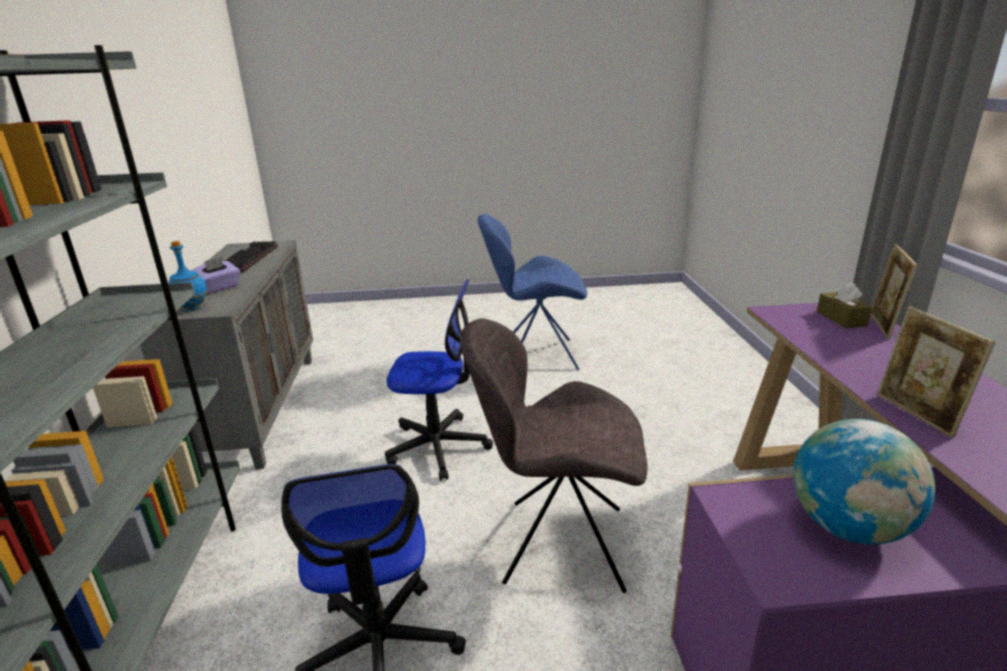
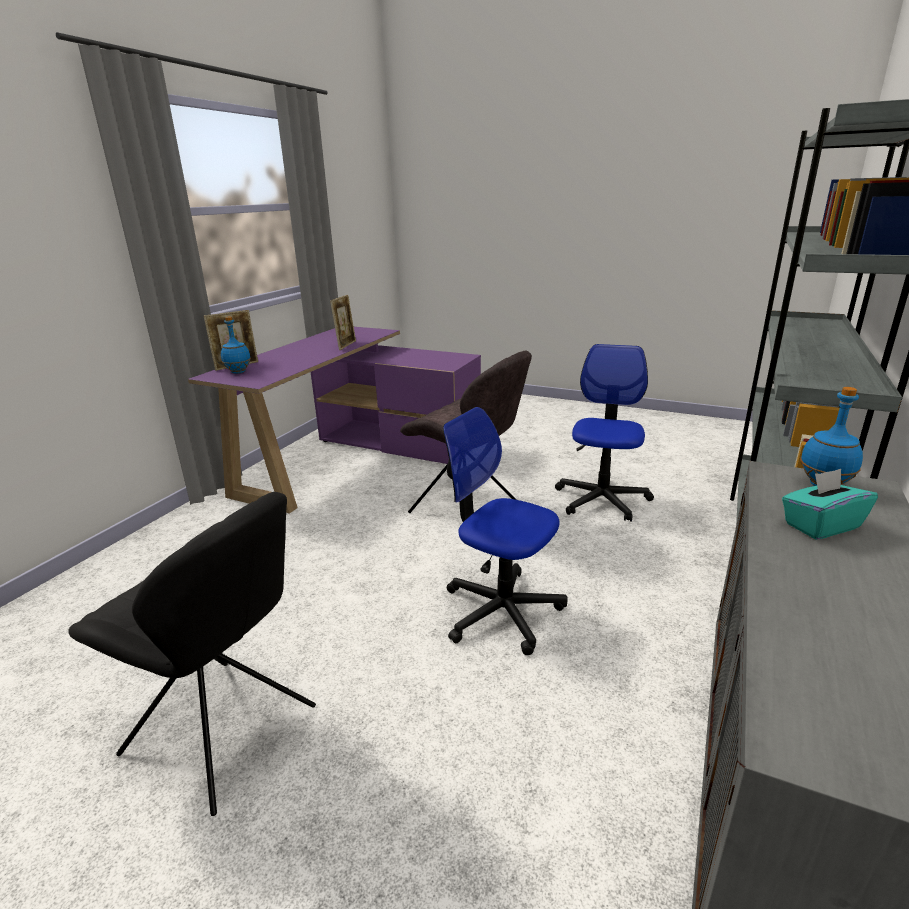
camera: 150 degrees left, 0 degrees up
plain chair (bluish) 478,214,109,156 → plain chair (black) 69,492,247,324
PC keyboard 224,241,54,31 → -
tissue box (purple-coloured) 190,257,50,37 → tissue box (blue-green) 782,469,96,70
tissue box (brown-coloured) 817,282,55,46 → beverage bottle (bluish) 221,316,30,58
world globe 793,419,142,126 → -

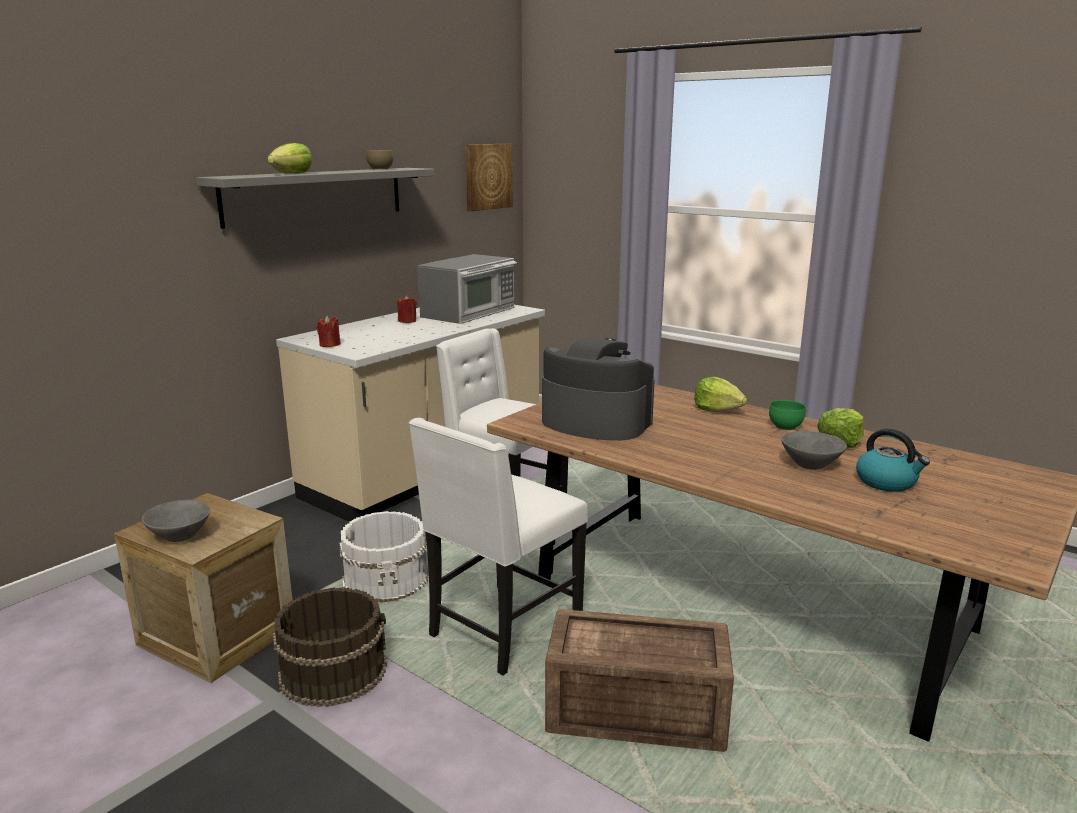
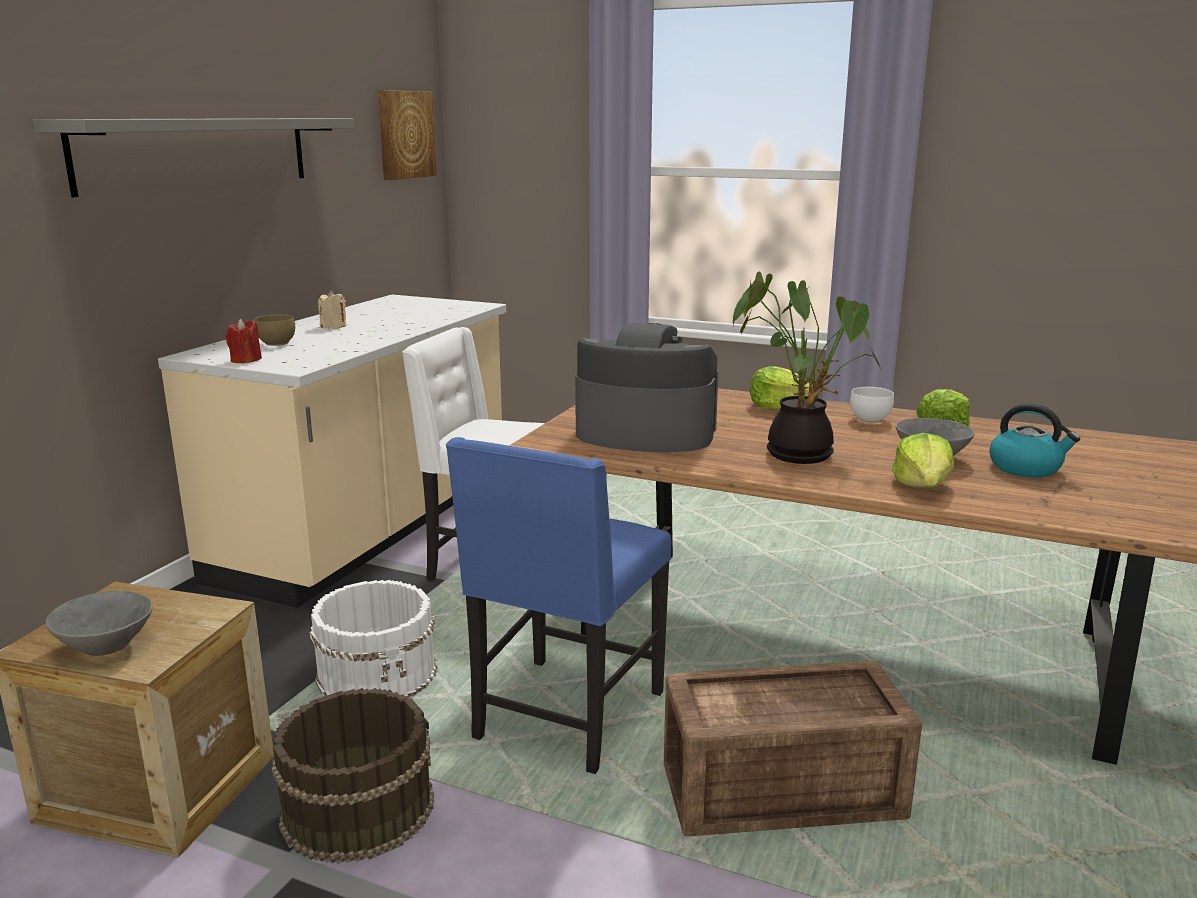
camera: 15 degrees left, 0 degrees up
lettuce head 268,143,44,31 → lettuce head 892,433,62,55, shifted
deep dish (brown-coloured) 366,150,28,20 → deep dish (brown-coloured) 255,314,40,32, shifted
microwave 418,254,99,70 → -
wax light (red) 397,295,20,28 → wax light (beige) 318,290,28,38
deep dish (green-coloured) 769,400,36,30 → deep dish (whitish) 850,387,44,36
plain chair (whitish) 409,418,179,257 → plain chair (bluish) 446,437,225,337
- → plant in a pot 733,271,149,193

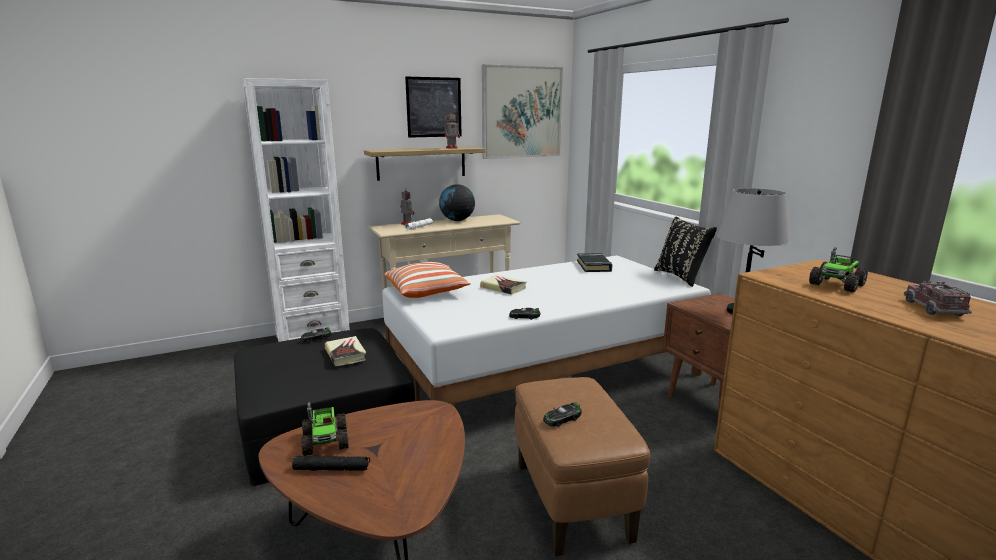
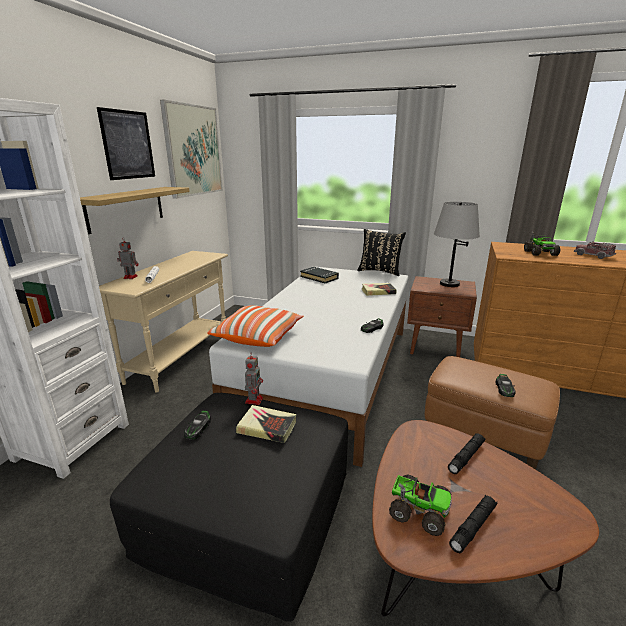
camera: 45 degrees left, 5 degrees up
toy robot 444,112,16,37 → toy robot 245,352,18,53, shifted
world globe 439,184,36,37 → -
volume 480,275,47,20 → volume 362,283,35,13, shifted
- → torch (black) 448,433,38,41

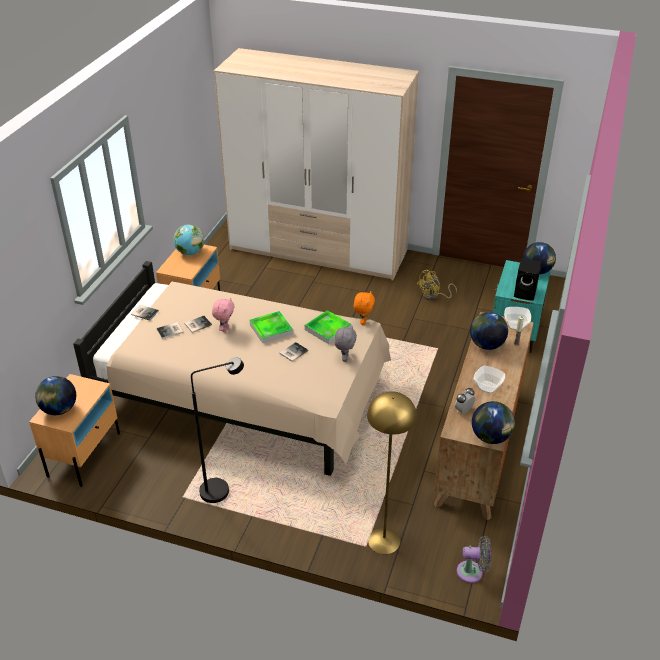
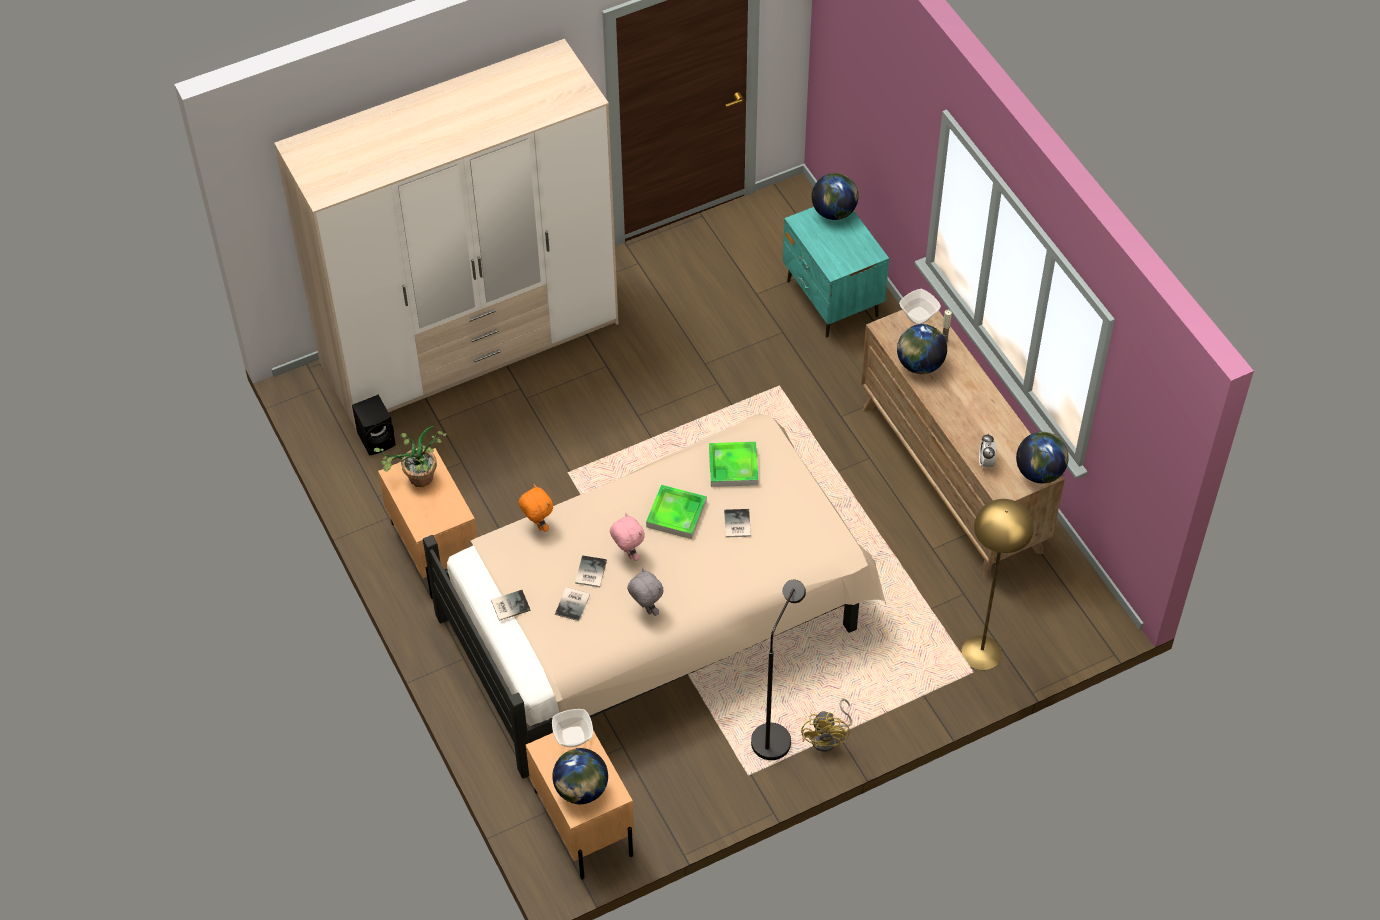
camera: 45 degrees left, 15 degrees up
world globe 173,224,31,31 → plant in a pot 374,426,72,61
loudspeaker (black) 514,258,27,43 → loudspeaker (black) 352,395,44,61, shifted
fan (yellow-coloured) 417,270,40,30 → fan (yellow-coloured) 801,699,51,53, shifted
cuddly toy (orange-coloured) 354,292,21,33 → cuddly toy (orange-coloured) 518,484,35,48, shifted
cuddly toy (greyish) 335,326,22,36 → cuddly toy (greyish) 627,568,37,48, shifted
deep dish 474,366,31,28 → deep dish 552,709,41,38, shifted
fan (greyish) 457,536,35,47 → -

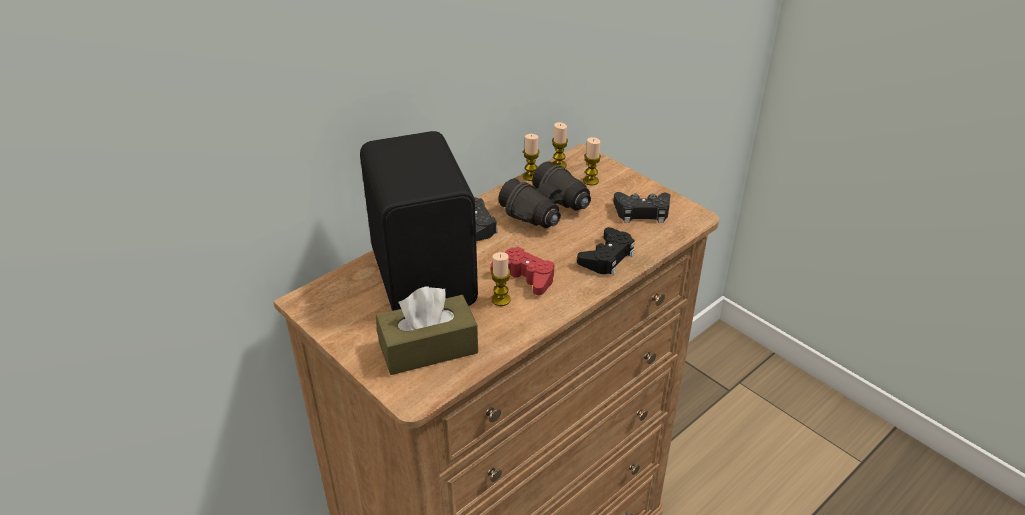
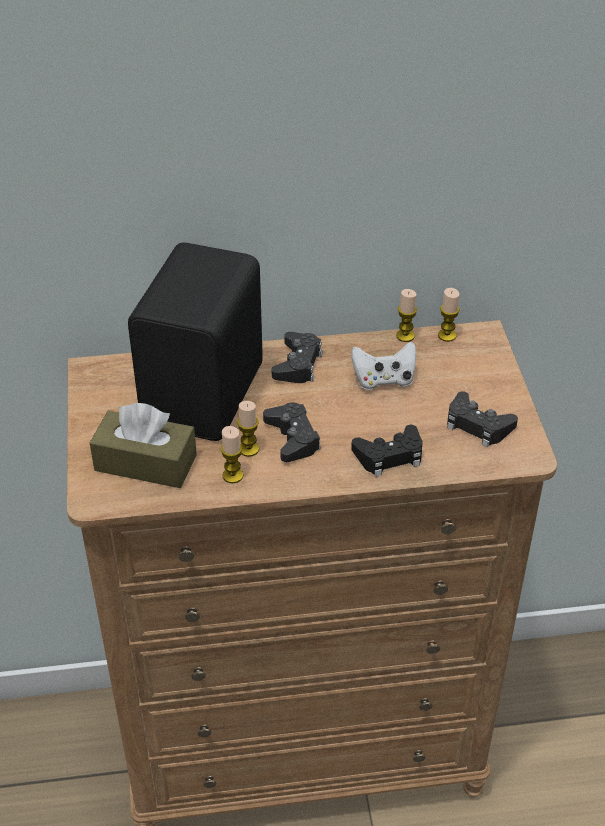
camera: 35 degrees right, 5 degrees up
wax light 583,137,18,48 → wax light 221,426,22,57, shifted
pair of binoculars (black) 498,161,93,67 → game controller (whitish) 351,342,65,48
game controller (red) 491,247,63,48 → game controller (black) 263,403,58,59

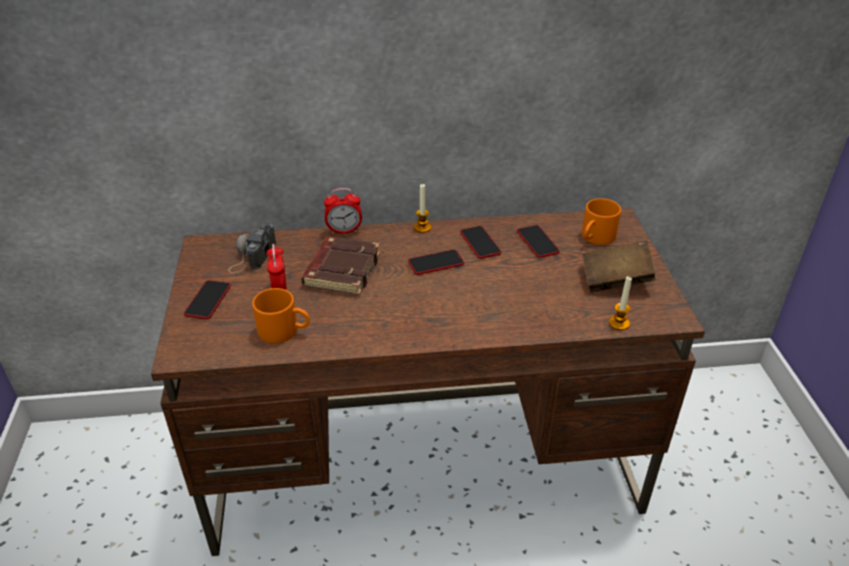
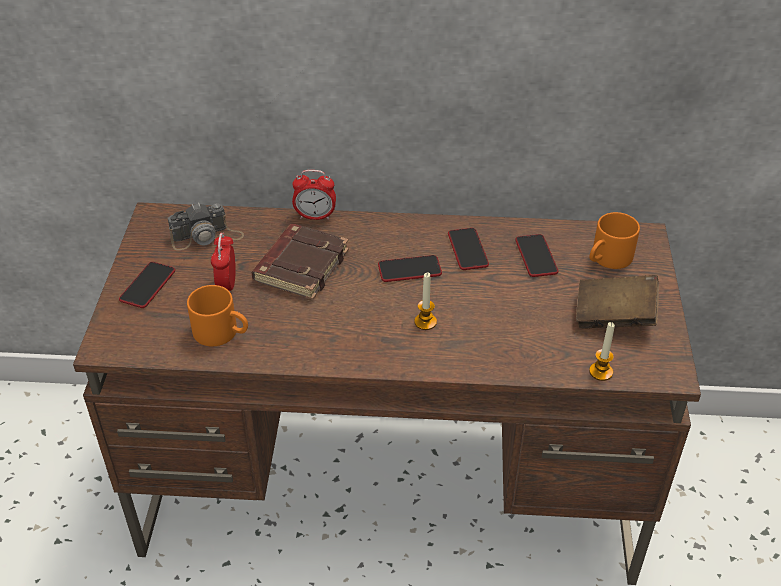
camera: 10 degrees right, 5 degrees up
wax light 414,184,17,49 → wax light 414,272,23,58, shifted
still camera 228,223,48,51 → still camera 168,203,76,47, 135 degrees counterclockwise

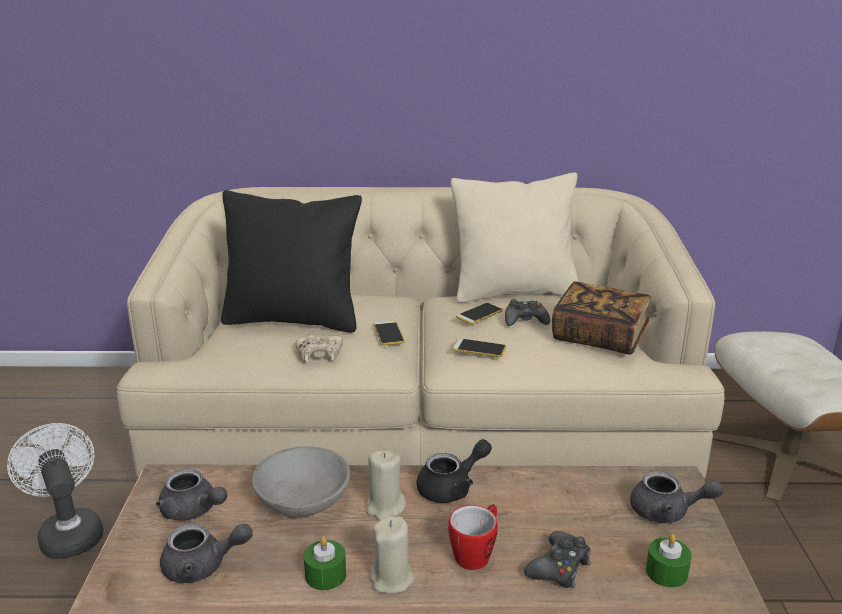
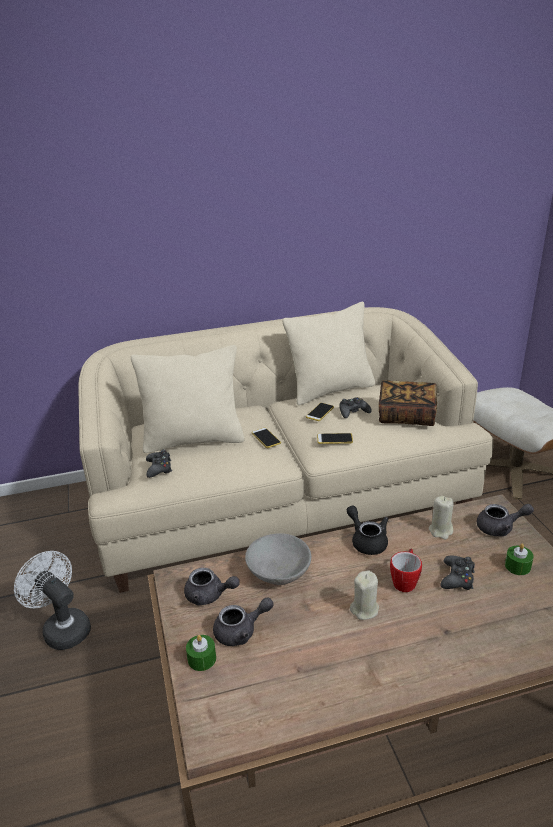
camera: 15 degrees left, 5 degrees up
throw pillow (black) 221,190,141,142 → throw pillow (beige) 131,345,114,108
game controller (beige) 295,335,48,27 → -
pot for tea (black) 416,439,76,64 → pot for tea (black) 347,505,41,50, 75 degrees counterclockwise
wax light (beige) 366,450,40,71 → wax light (beige) 429,496,25,43, shifted
wax light (green-coloured) 304,536,42,54 → wax light (green-coloured) 186,635,30,36, shifted
- → game controller (black) 146,449,26,29

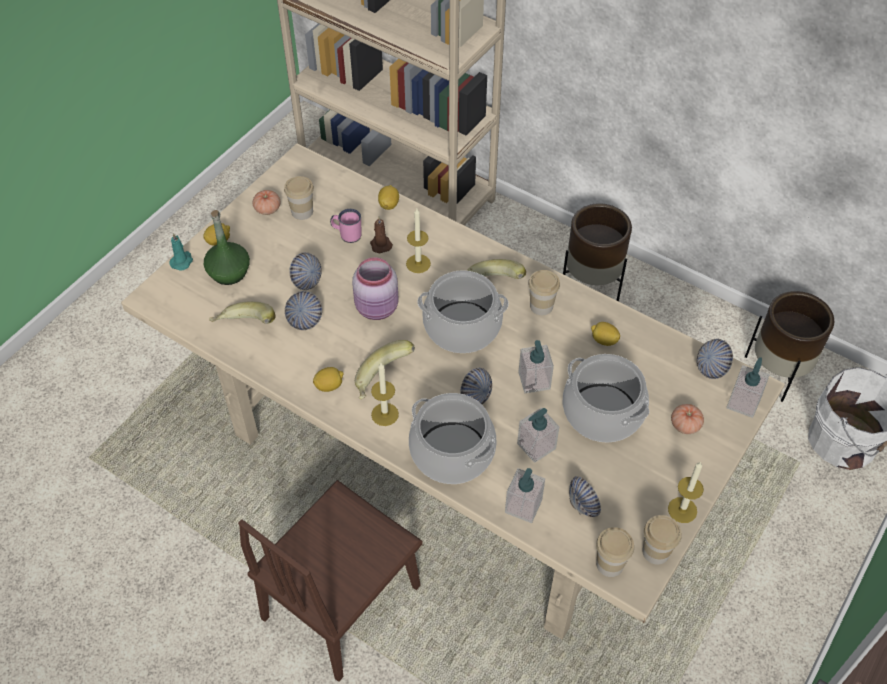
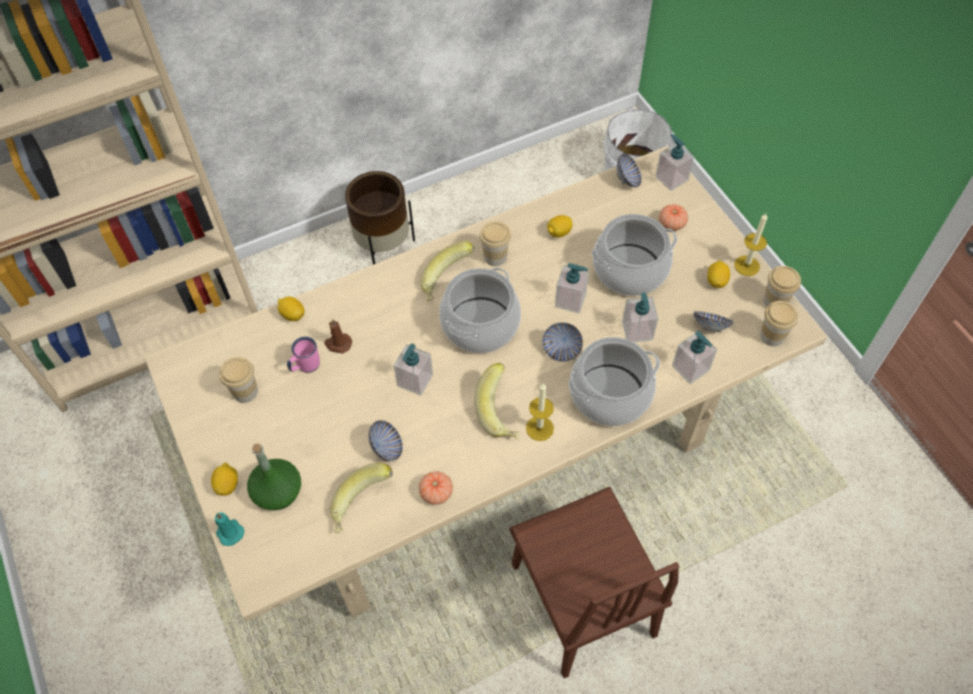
camera: 60 degrees left, 5 degrees up
tomato 253,190,27,25 → tomato 419,471,34,34, shifted
wax light 406,208,25,65 → -
deep dish 289,252,33,38 → -
preserve jar (pink-coloured) 352,257,46,63 → liquid soap bottle 394,343,39,53
flower pot (brown-coloured) 745,291,89,111 → -
citrus fruit 313,367,31,25 → citrus fruit 707,260,23,28, shifted

